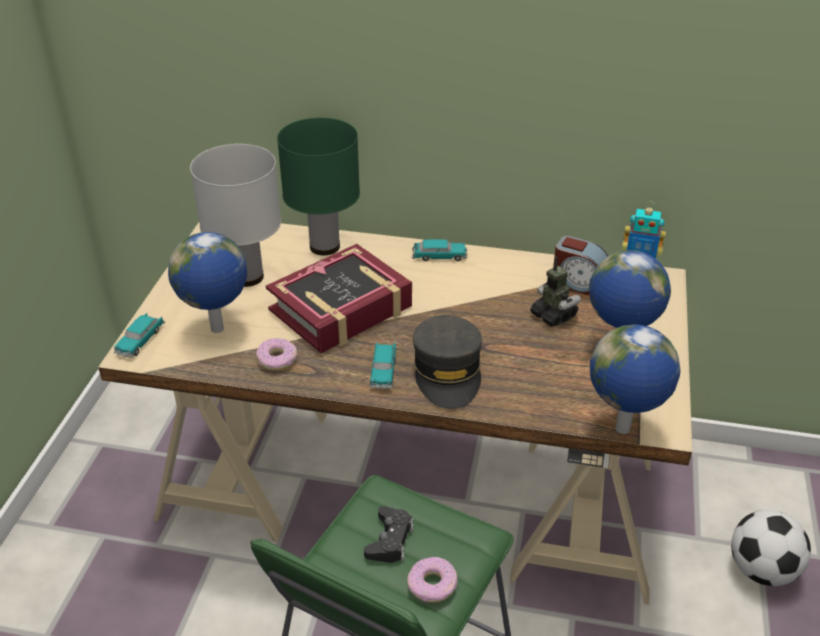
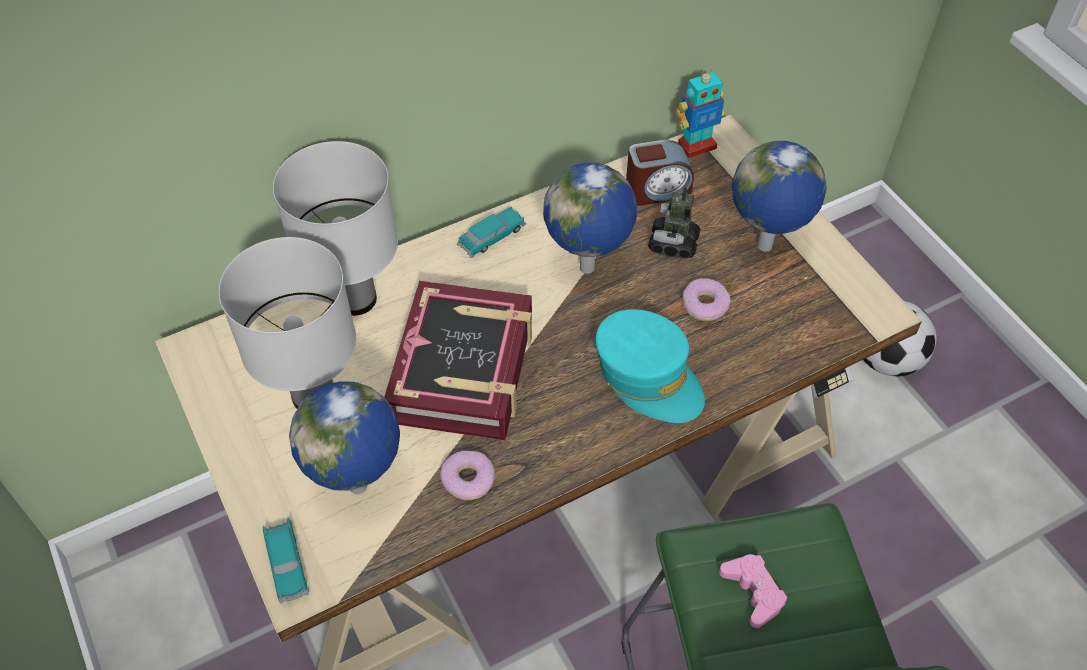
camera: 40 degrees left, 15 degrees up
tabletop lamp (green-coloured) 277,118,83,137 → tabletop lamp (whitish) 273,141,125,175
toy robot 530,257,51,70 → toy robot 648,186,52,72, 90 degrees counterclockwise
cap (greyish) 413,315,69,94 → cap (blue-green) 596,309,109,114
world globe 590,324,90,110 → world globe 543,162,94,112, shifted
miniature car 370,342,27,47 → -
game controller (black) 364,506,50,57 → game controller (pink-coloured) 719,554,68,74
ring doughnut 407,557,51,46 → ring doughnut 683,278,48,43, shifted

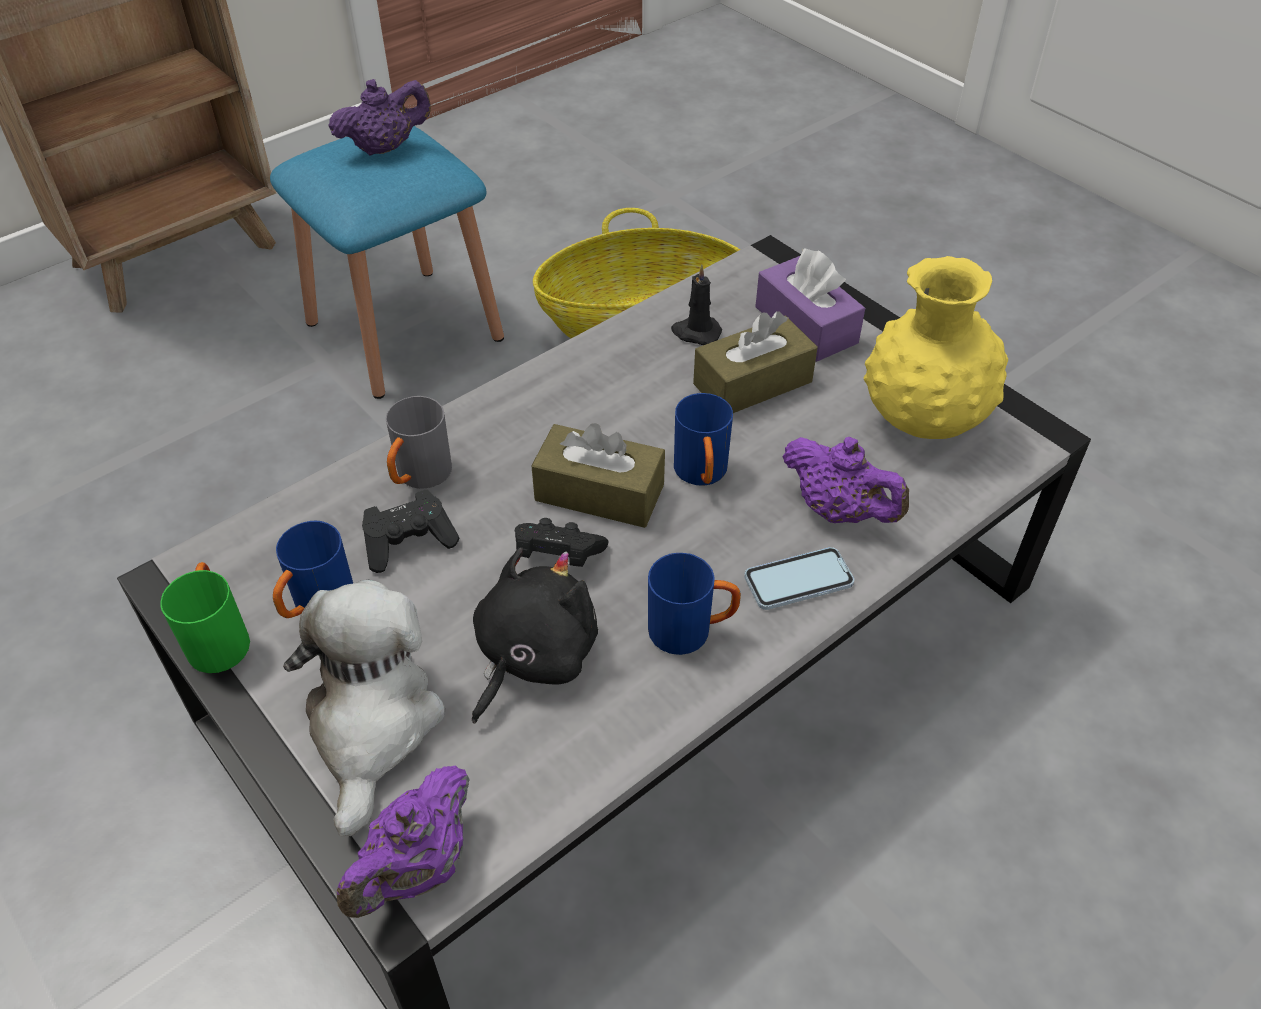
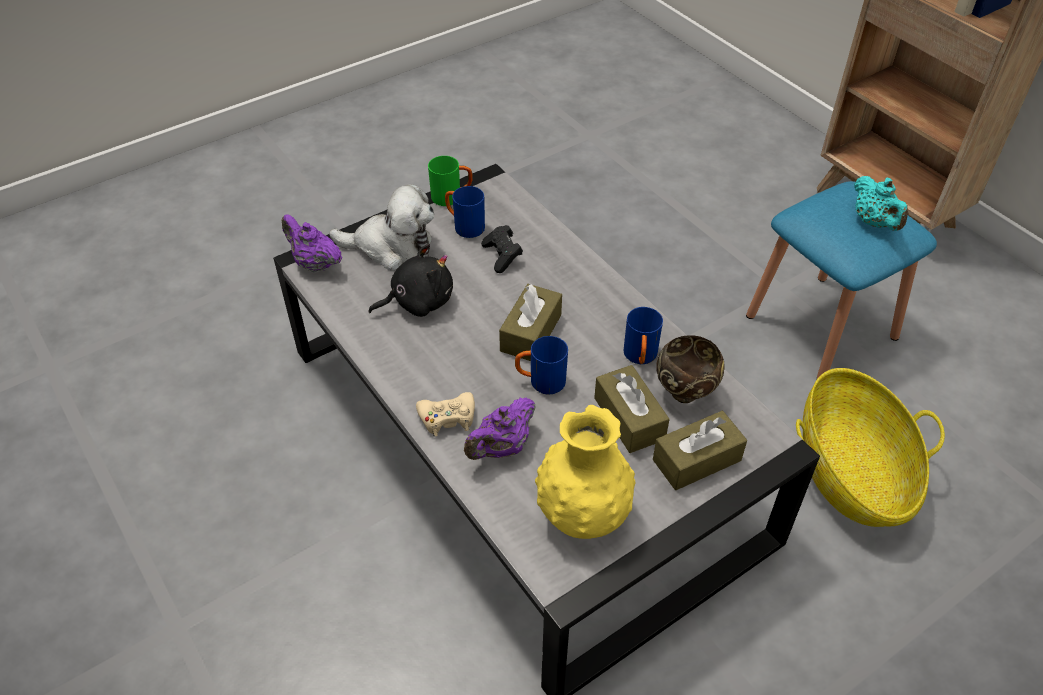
camera: 95 degrees right, 0 degrees up
pot for tea (purple-coloured) 328,79,103,77 → pot for tea (blue-green) 854,176,55,55
tissue box (purple-coloured) 755,249,110,113 → tissue box (brown-coloured) 653,411,94,79
wax light (black) 671,264,51,81 → deep dish (brown-coloured) 656,335,69,68
coffee mug (greyish) 386,396,66,93 → -
game controller (black) 515,518,94,49 → -
cuddly toy (black) 472,547,126,177 → cuddly toy (black) 368,244,85,73, 60 degrees counterclockwise
telephone 744,547,110,63 → game controller (beige) 416,392,59,45
coffee mug (bluish) 648,553,93,102 → coffee mug (bluish) 623,307,40,57, shifted

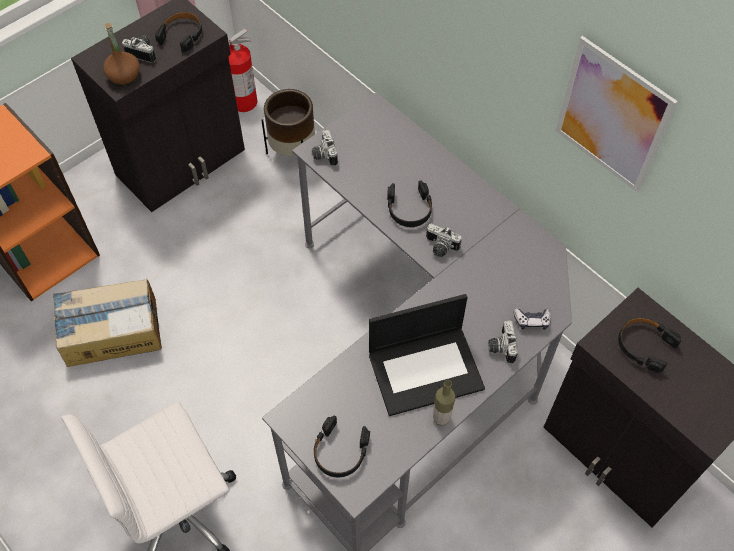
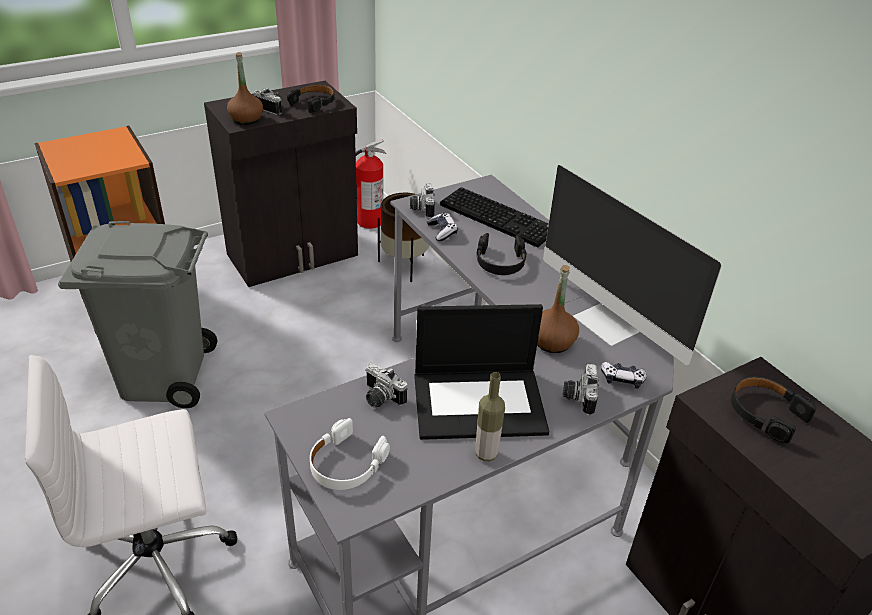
camera: 10 degrees right, 20 degrees down
picture 555,36,123,157 → -
still camera 426,224,36,33 → still camera 365,363,42,45, shifted
cardboard box 53,279,109,88 → waste bin (greyish) 58,221,159,187
headset (black) 314,416,56,61 → headset (whitish) 310,418,80,72
- → monitor 543,165,179,200
- → PC keyboard 440,187,109,60
- → game controller 427,213,31,28
- → beverage bottle (brown-coloured) 537,265,42,88

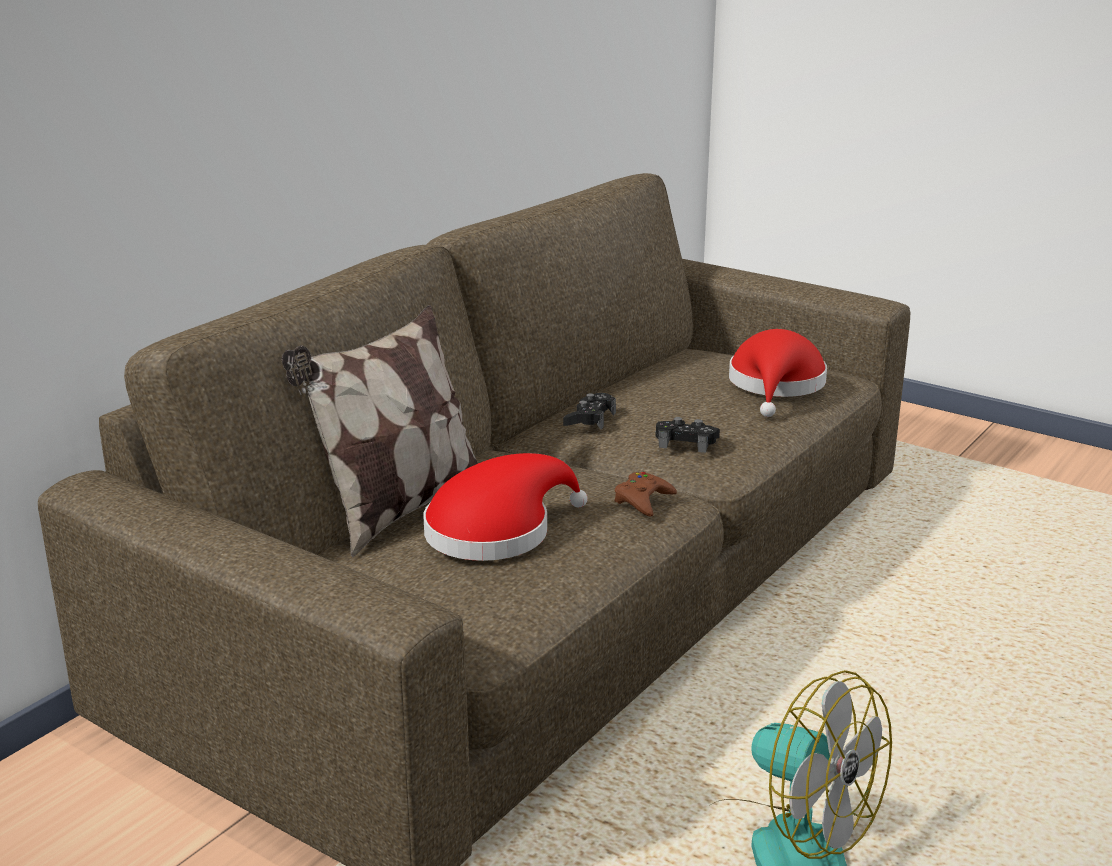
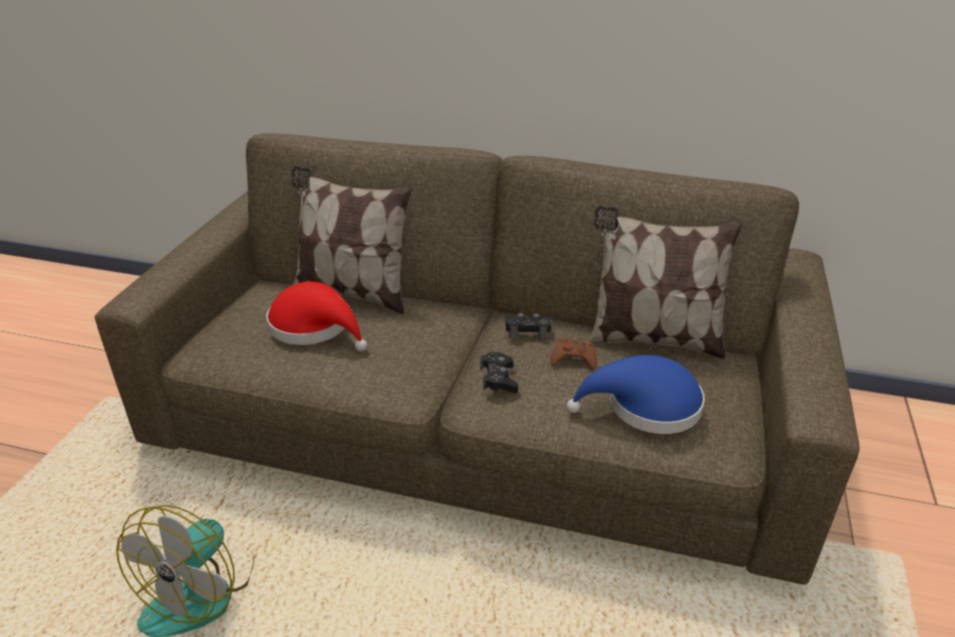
camera: 70 degrees right, 10 degrees up
hat (red) 729,329,98,88 → hat (bluish) 566,355,139,79
game controller (brown-coloured) 614,472,63,44 → game controller (brown-coloured) 550,338,47,32, shifted
- → throw pillow 588,205,155,154

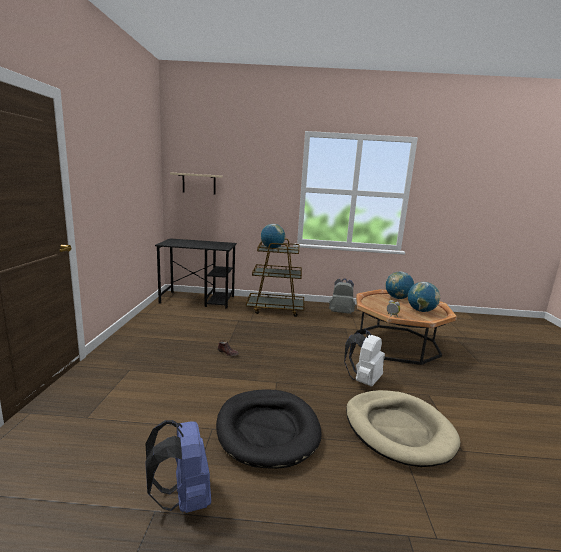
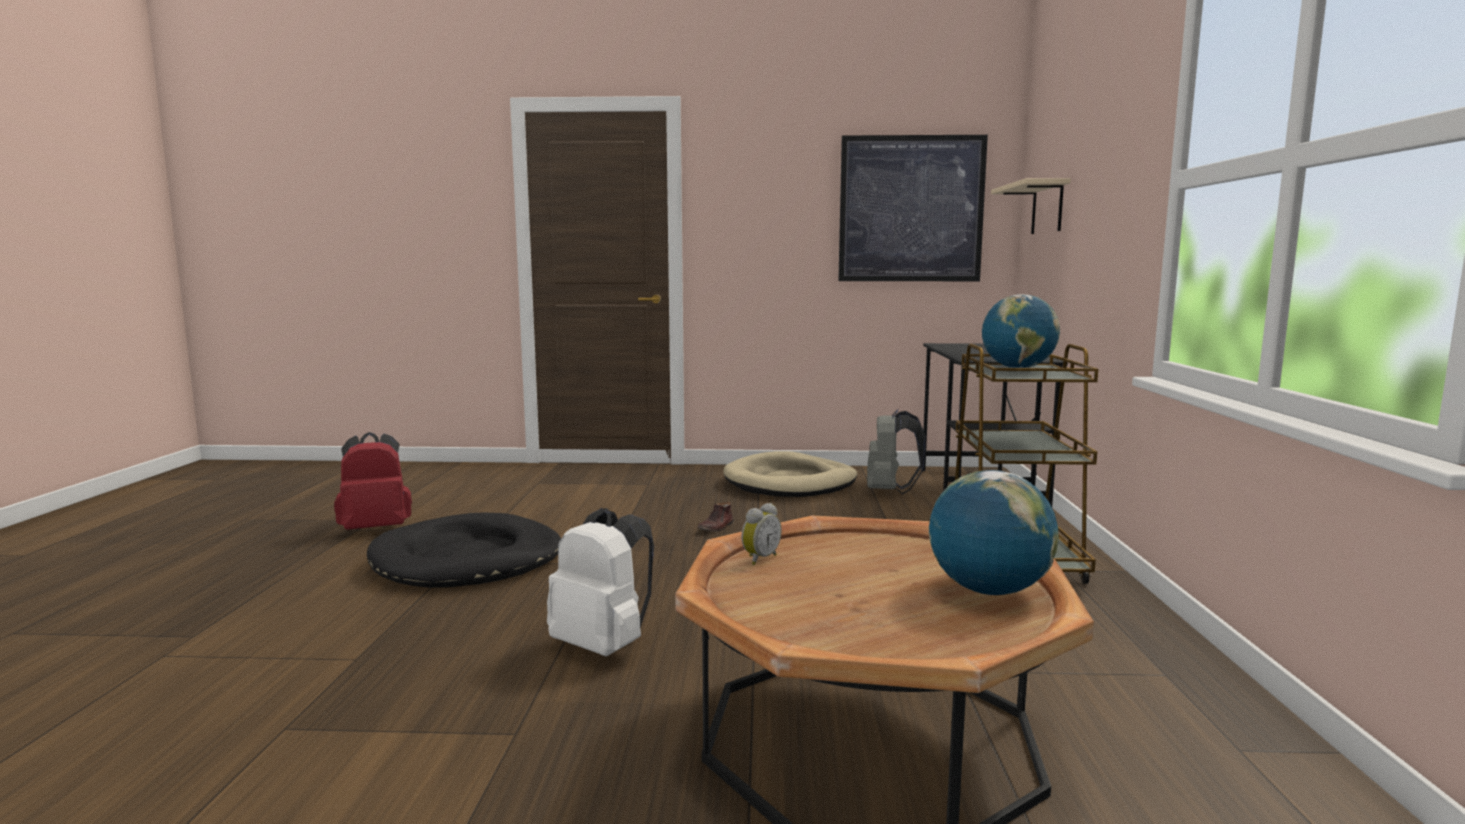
camera: 90 degrees right, 5 degrees down
rucksack (greyish) 329,278,26,36 → rucksack (greyish) 867,410,58,84, shifted
world globe 408,282,32,30 → -
dog cushion (beige) 346,390,115,77 → dog cushion (beige) 723,451,134,46, shifted
rucksack (bluish) 145,420,66,93 → rucksack (red) 334,432,78,98
- → picture 838,135,150,146

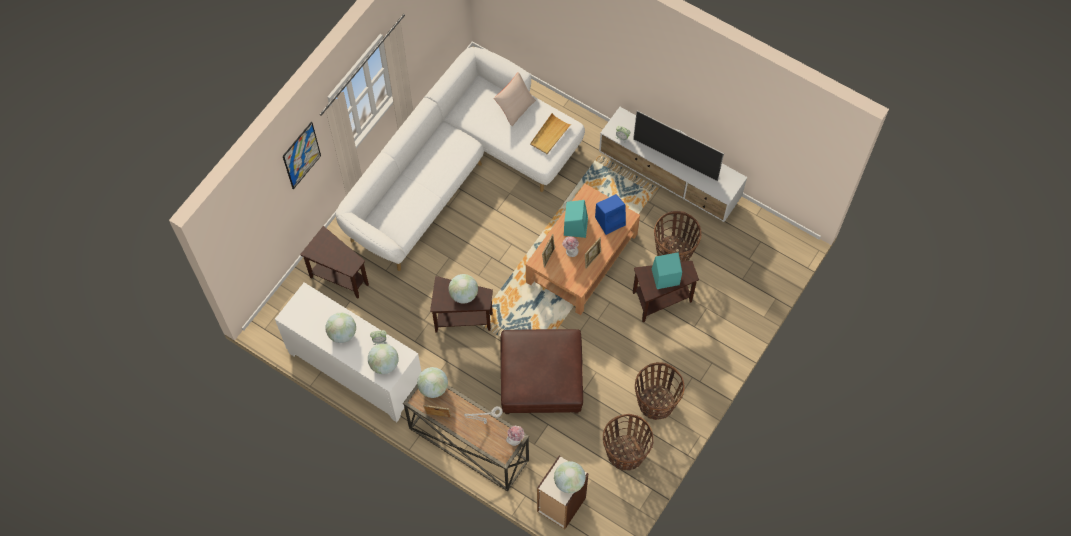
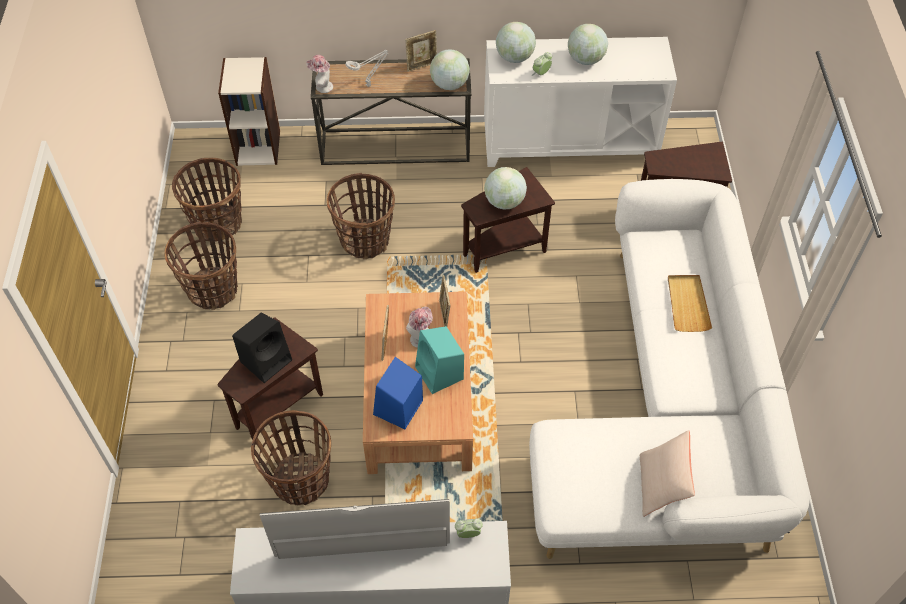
camera: 145 degrees right, 10 degrees down
tray (beige) 530,113,41,41 → tray (beige) 668,275,44,57, shifted
picture 283,122,38,67 → -
loudspeaker (blue-green) 652,252,30,37 → loudspeaker (black) 232,313,60,70
ottoman (brown-coloured) 500,329,83,85 → basket 327,173,68,86
world globe 554,461,32,32 → -

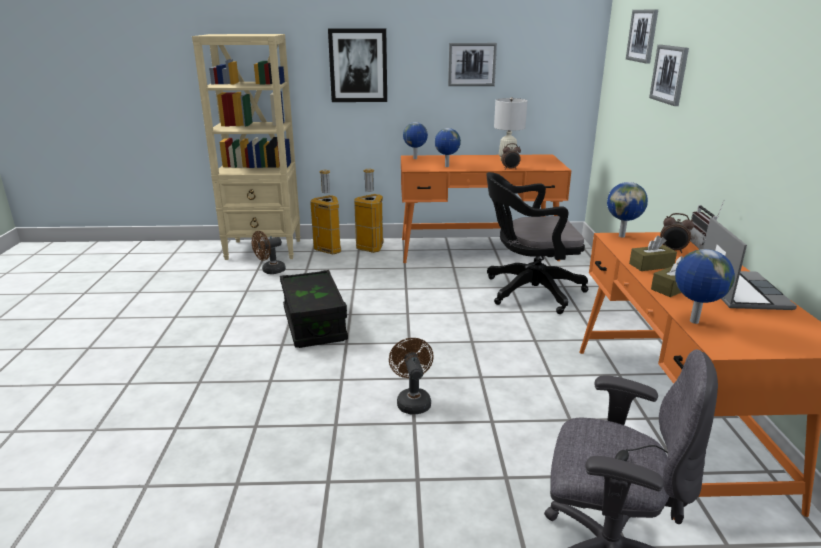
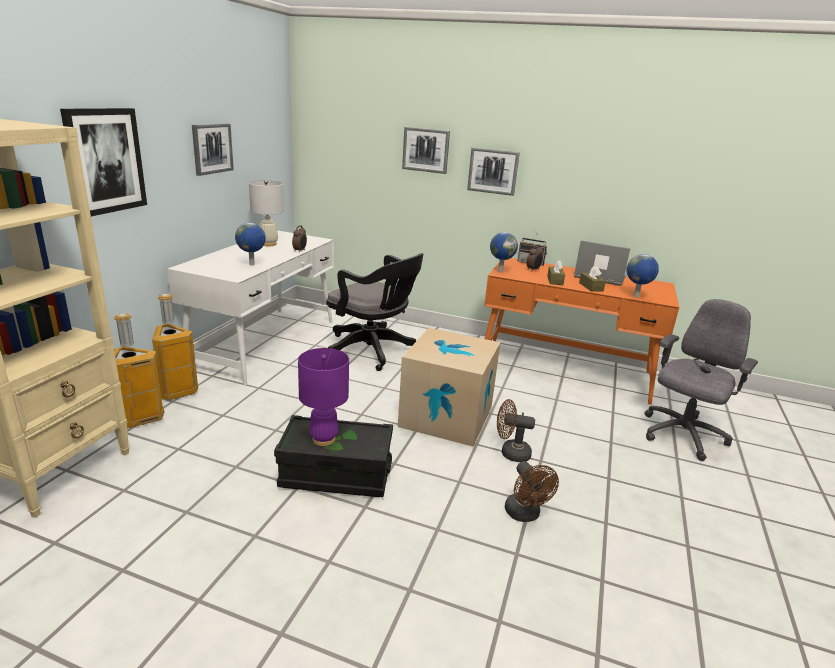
camera: 70 degrees left, 0 degrees up
picture 626,9,32,54 → picture 467,147,53,49, shifted
world globe 403,122,25,37 → -
desk (orange-coloured) 401,154,170,109 → desk (whitish) 167,231,167,154
office chair (black) 486,172,102,142 → office chair (black) 326,253,98,118, 75 degrees counterclockwise
fan (brown-coloured) 252,231,34,43 → fan (brown-coloured) 505,461,54,61, shifted
- → cardboard box 398,328,103,118
- → tabletop lamp (purple-coloured) 298,348,51,98

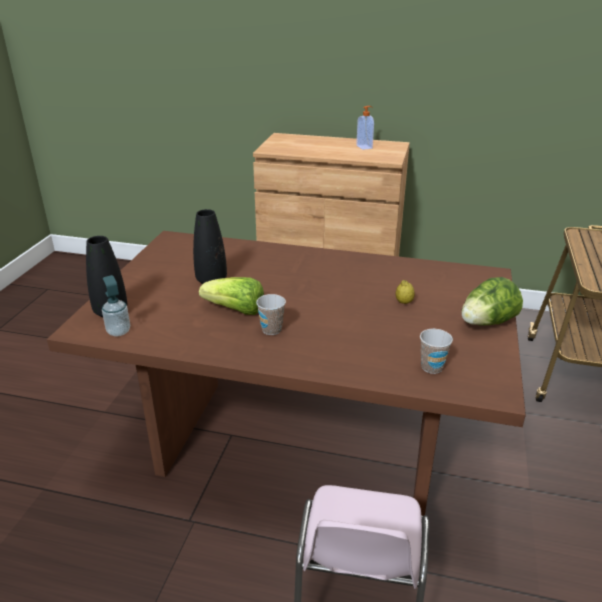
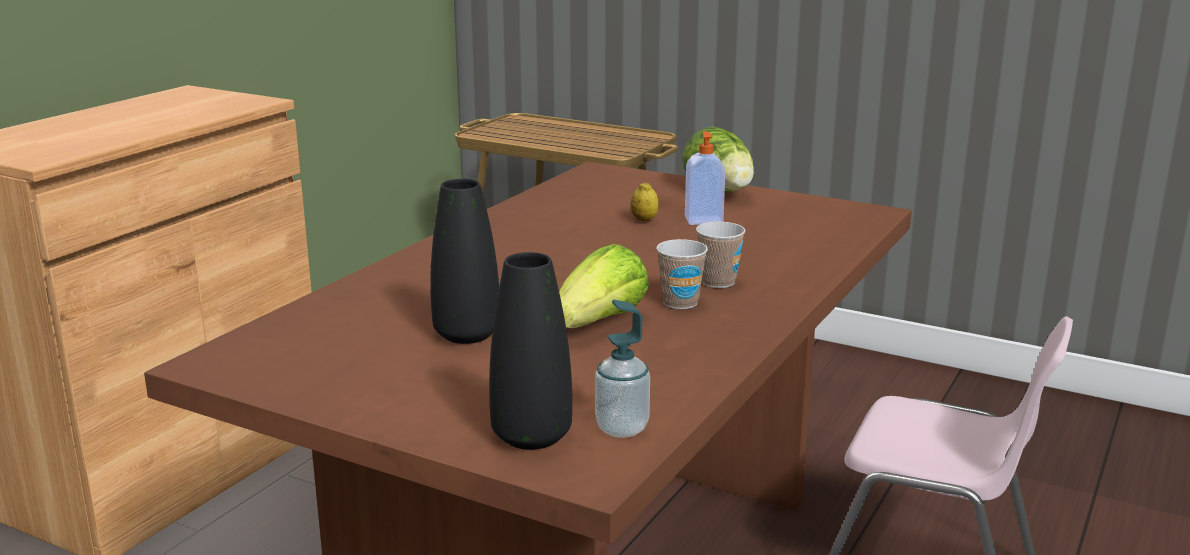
camera: 75 degrees left, 10 degrees down
liquid soap bottle 356,106,18,44 → liquid soap bottle 685,131,40,94, shifted
drinking cup 420,329,33,45 → drinking cup 696,222,49,66, shifted

